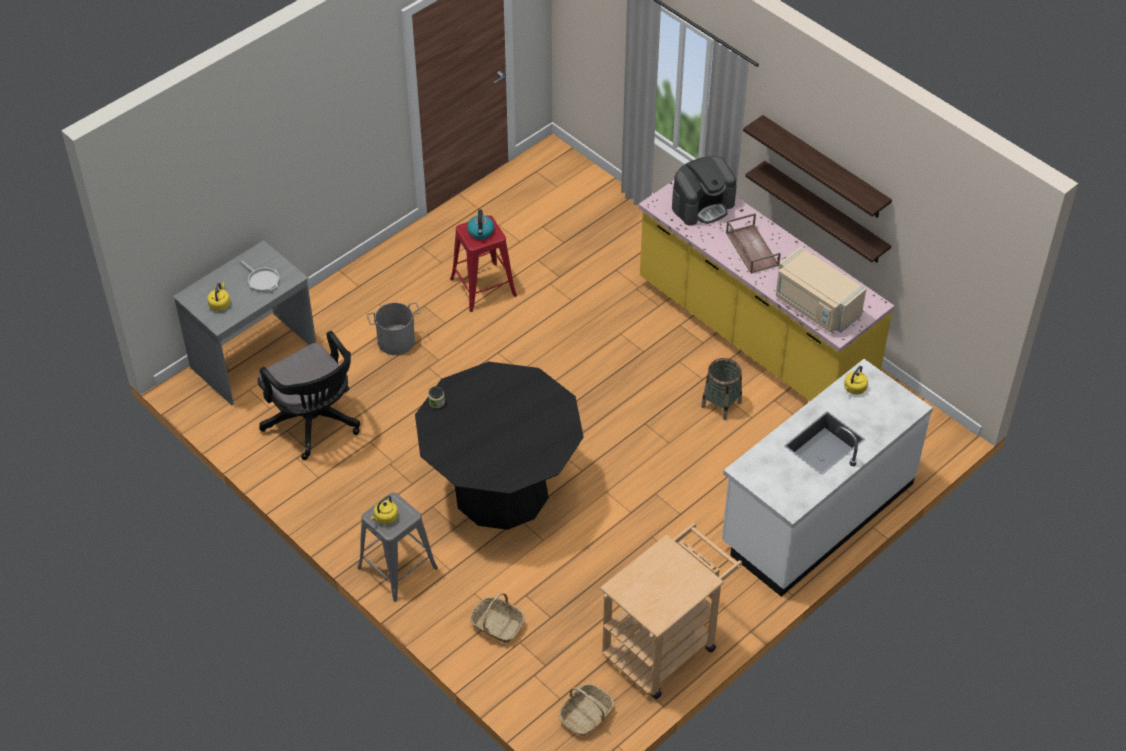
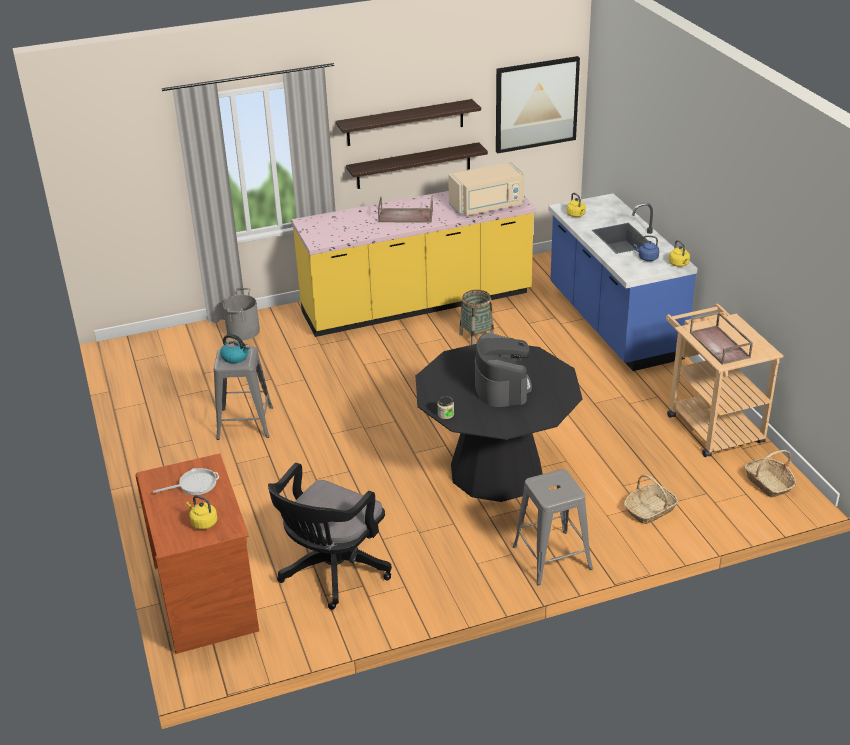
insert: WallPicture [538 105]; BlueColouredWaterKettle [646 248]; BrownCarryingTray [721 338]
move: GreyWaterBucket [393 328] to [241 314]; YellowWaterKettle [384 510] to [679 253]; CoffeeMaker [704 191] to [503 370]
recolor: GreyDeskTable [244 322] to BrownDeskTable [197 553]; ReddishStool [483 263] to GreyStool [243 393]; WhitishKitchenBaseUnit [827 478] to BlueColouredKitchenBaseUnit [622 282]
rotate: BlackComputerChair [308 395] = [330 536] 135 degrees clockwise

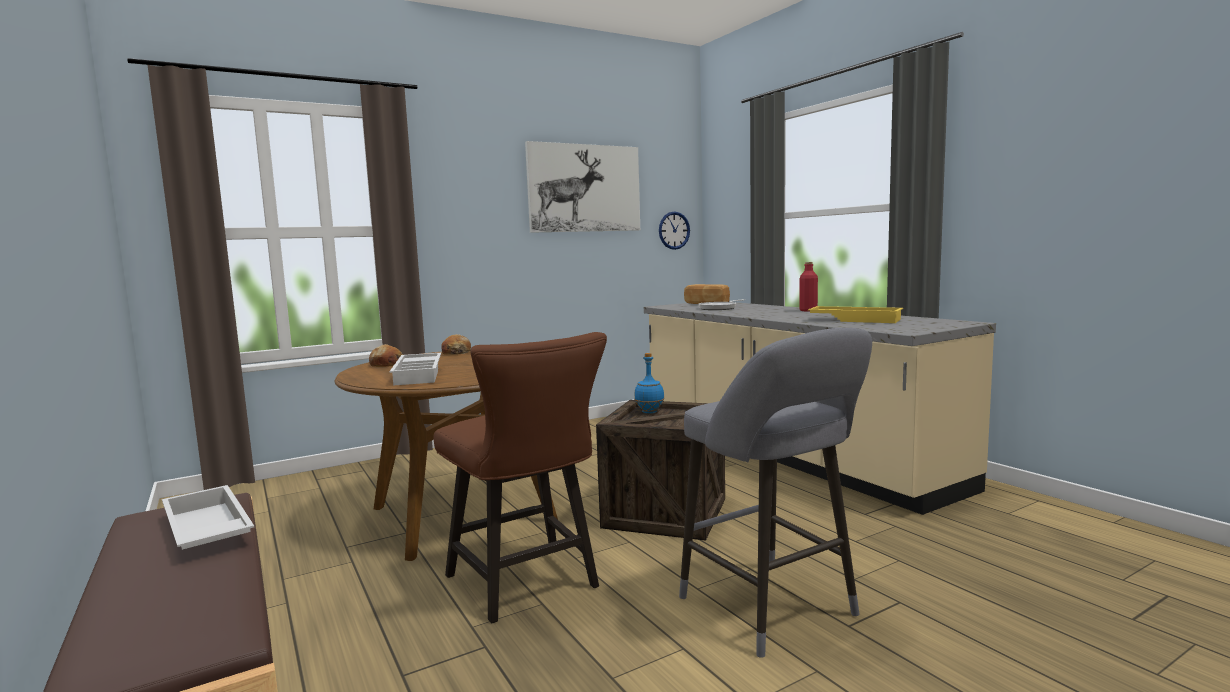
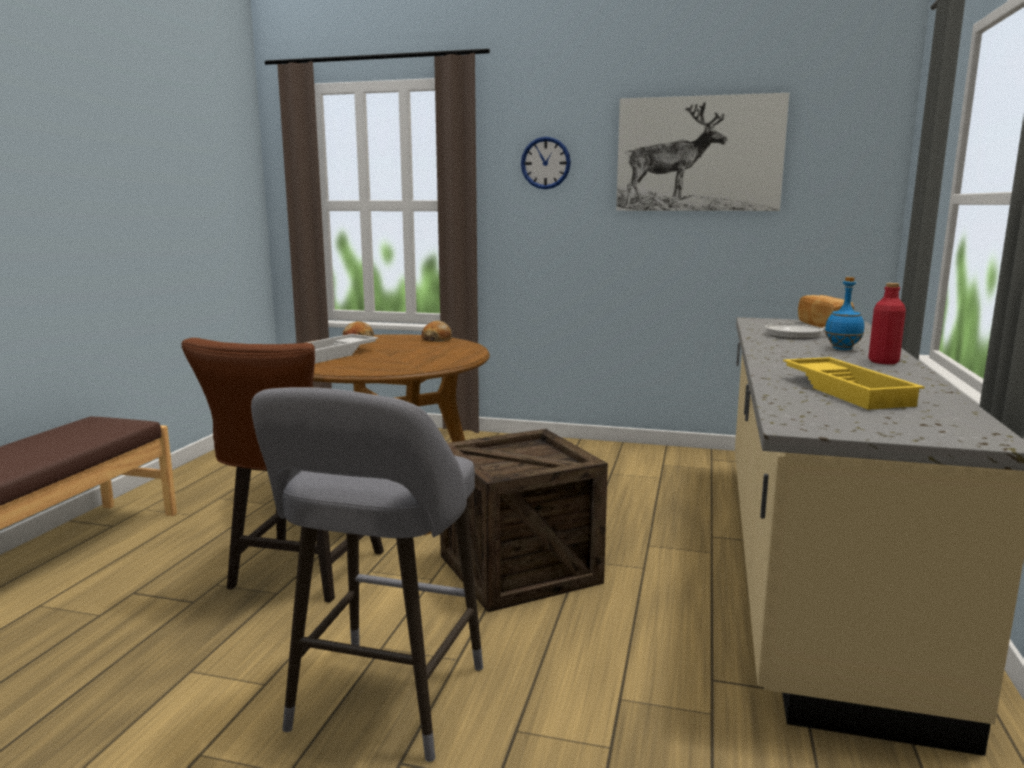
delete: WhitishCarryingTray [208 517]
move: BlueColouredBottle [649 383] to [844 313]; HangingClock [674 230] to [546 163]

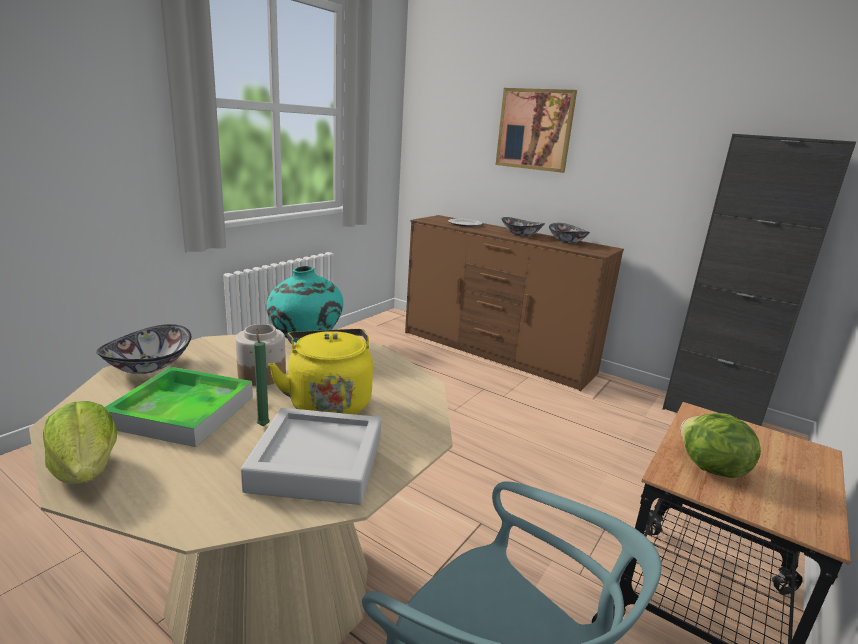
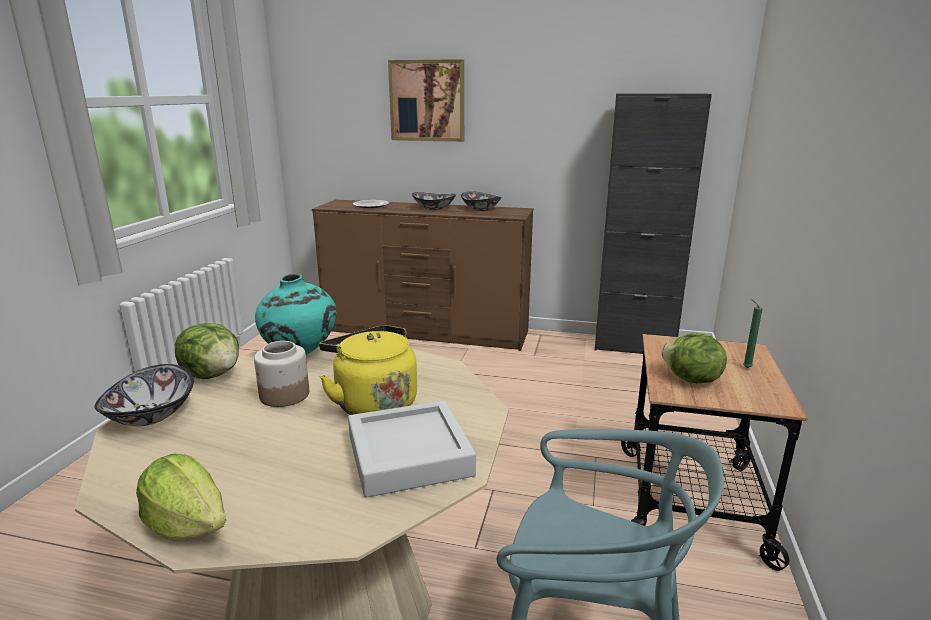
delete: CarryingTray [178 407]
insert: LettuceHead [207 351]
move: GreenColouredWaxCandle [262 378] to [752 333]

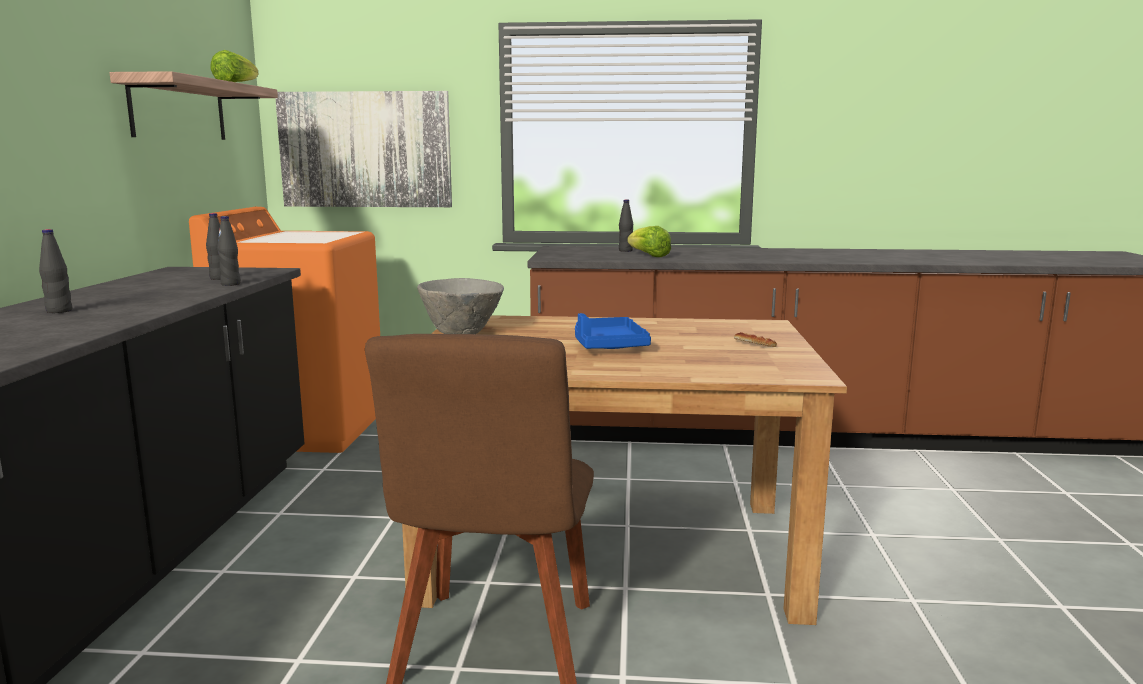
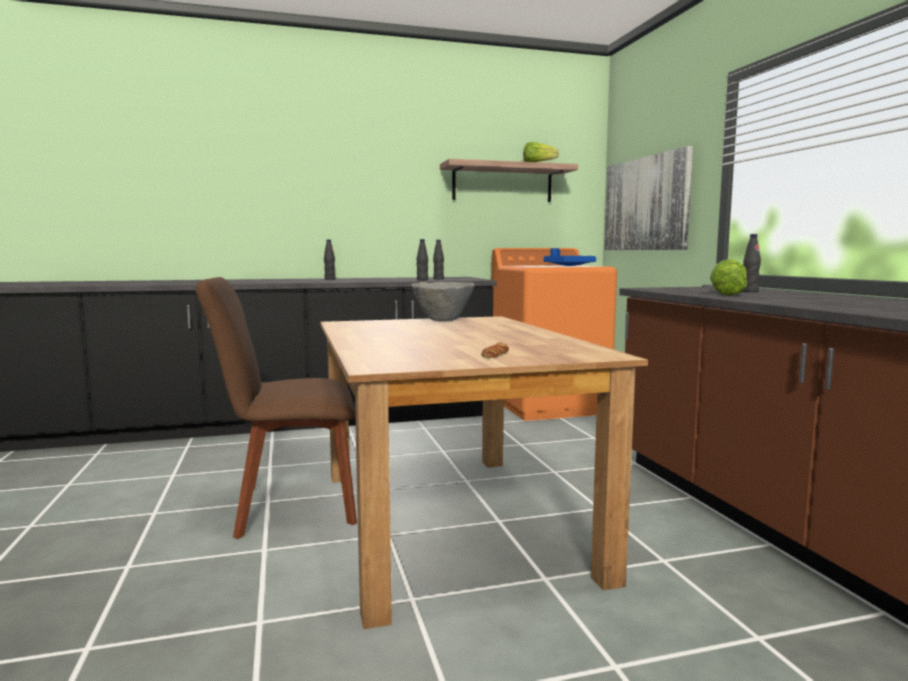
move: BlueColouredCarryingTray [613 331] to [570 257]

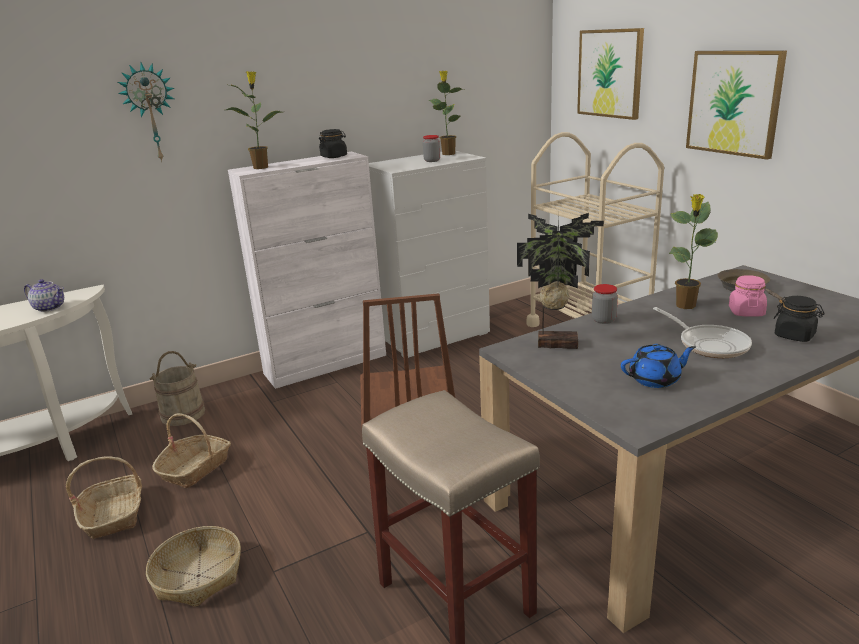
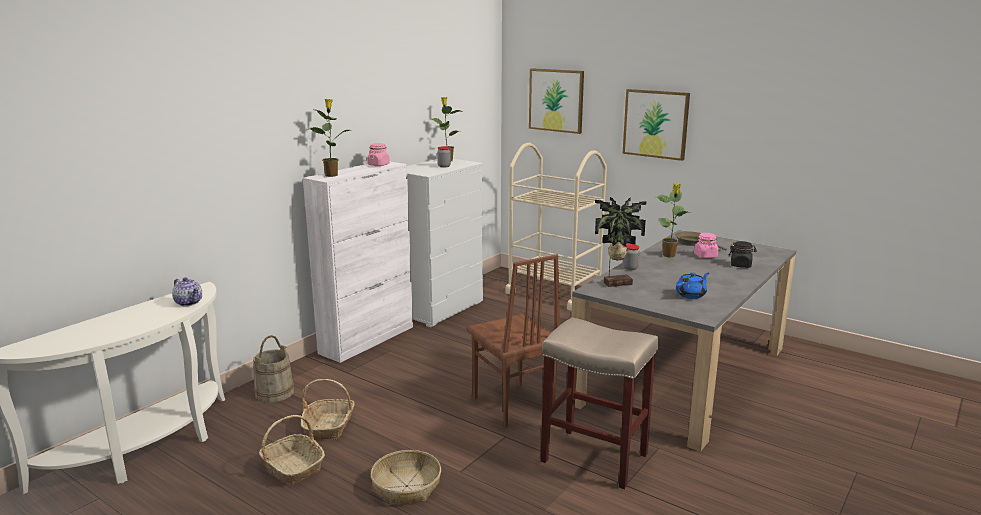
delete: HangingClock [146 112]; FryingPan [702 332]
recolor: BlackPreserveJar [333 143] to PinkPreserveJar [378 154]
rotate: Teapot [44 295] = [187 291] 45 degrees clockwise

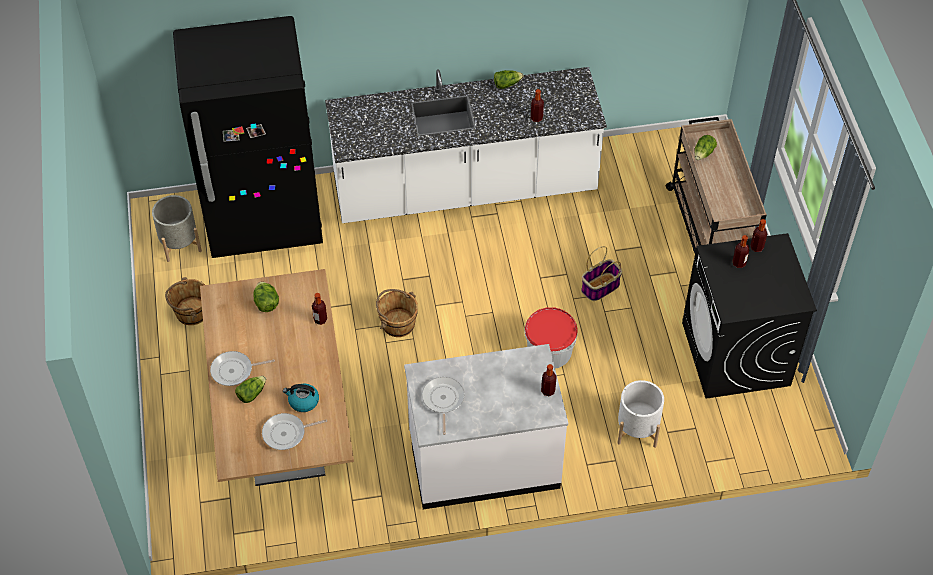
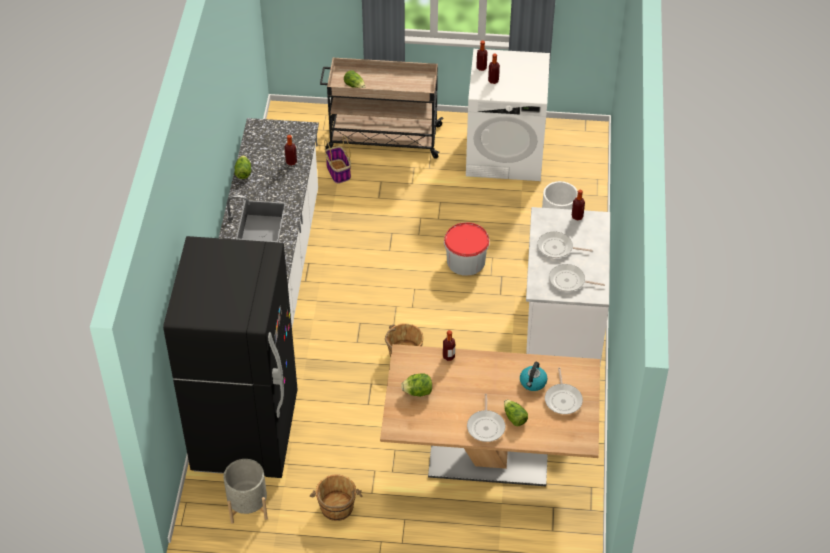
insert: FryingPan [564 244]
move: HouseholdBasket [601 273] to [337 159]
recolor: BlackLaundryMachine [749 316] to WhitishLaundryMachine [508 115]

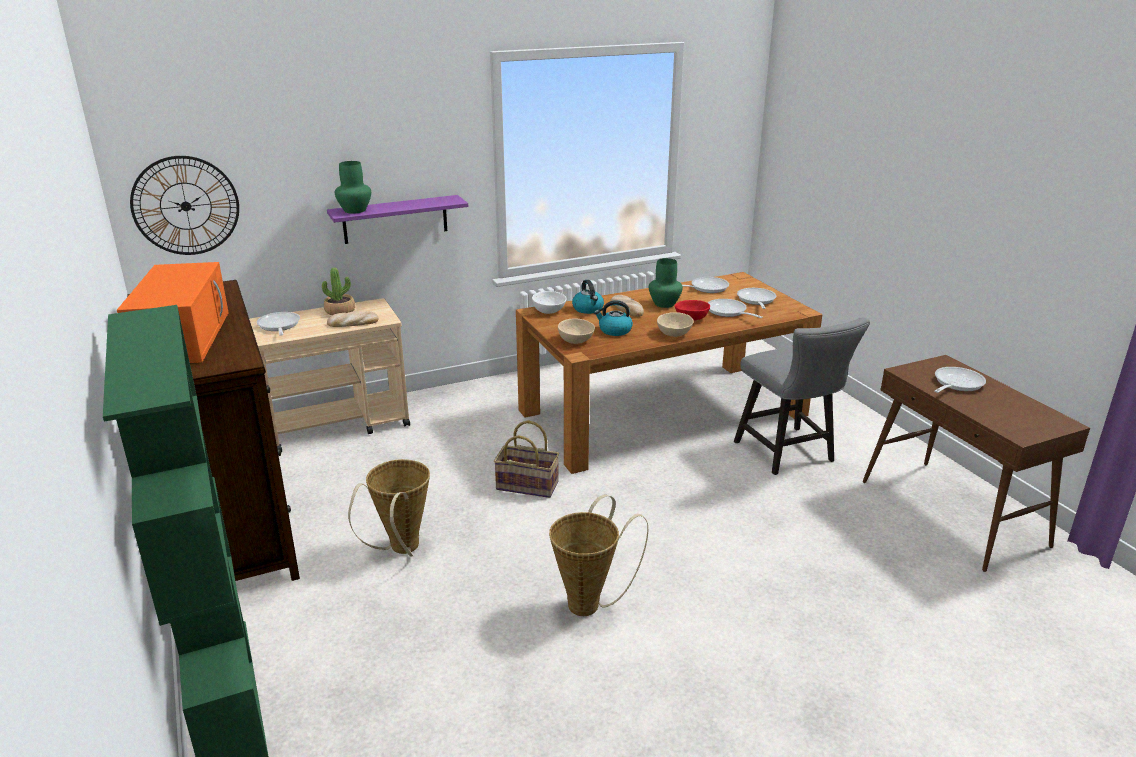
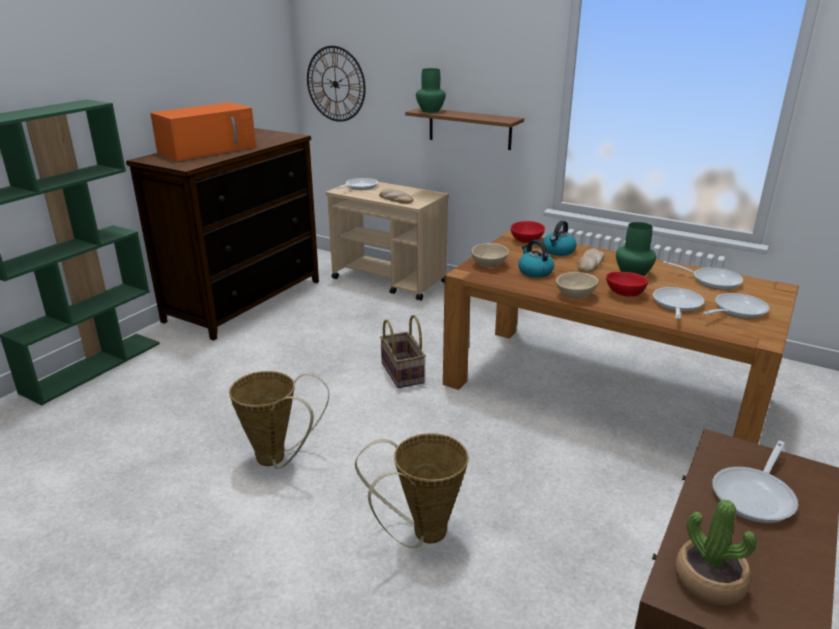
delete: GreyUprightChair [802 396]
move: PottedPlant [338 291] to [716 552]; HouseholdBasket [389 507] to [412 490]
recolor: PurpleShelf [397 219] to BrownShelf [464 129]; WhitishBowl [549 302] to ReddishBowl [528 232]
rotate: FryingPan [960 380] = [755 482] 120 degrees clockwise

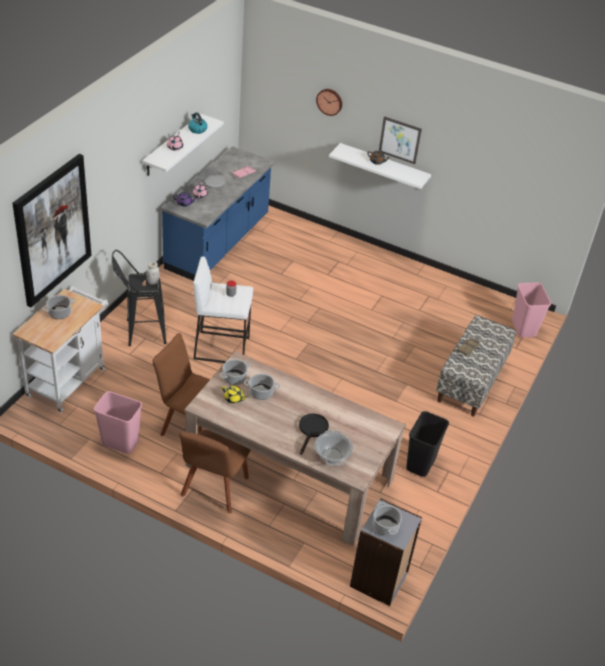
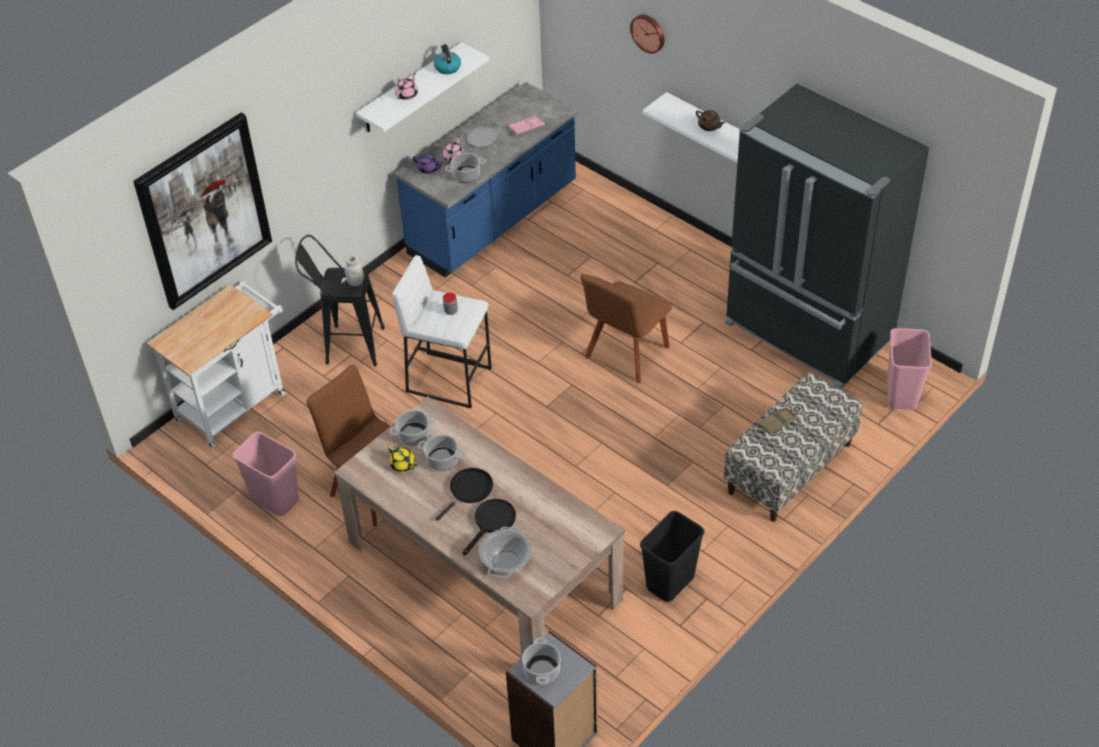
delete: WallPicture [400 140]
insert: BlackFryingPan [464 494]; BlackFridge [827 236]
move: Saucepot [58 307] to [465 168]; BrownUprightChair [215 471] to [626 328]

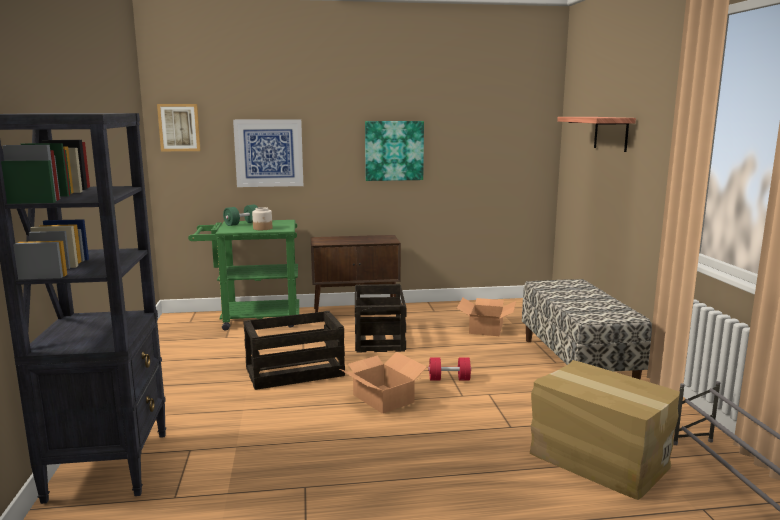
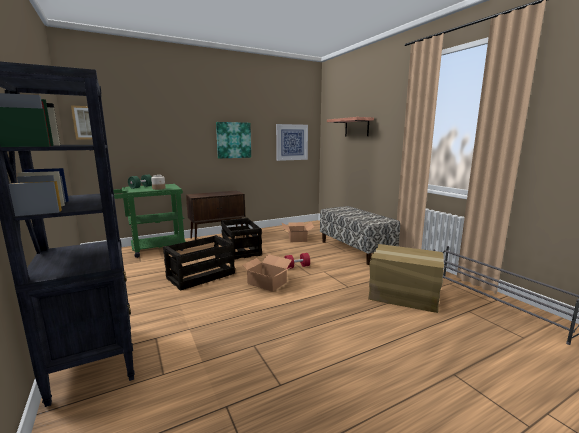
move: WallPicture [268 153] to [292 142]

